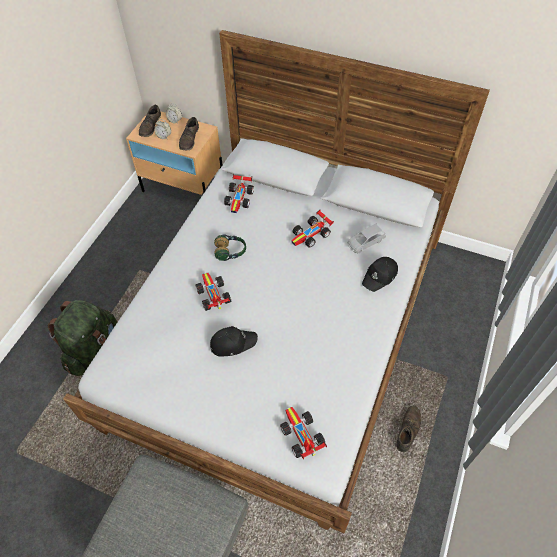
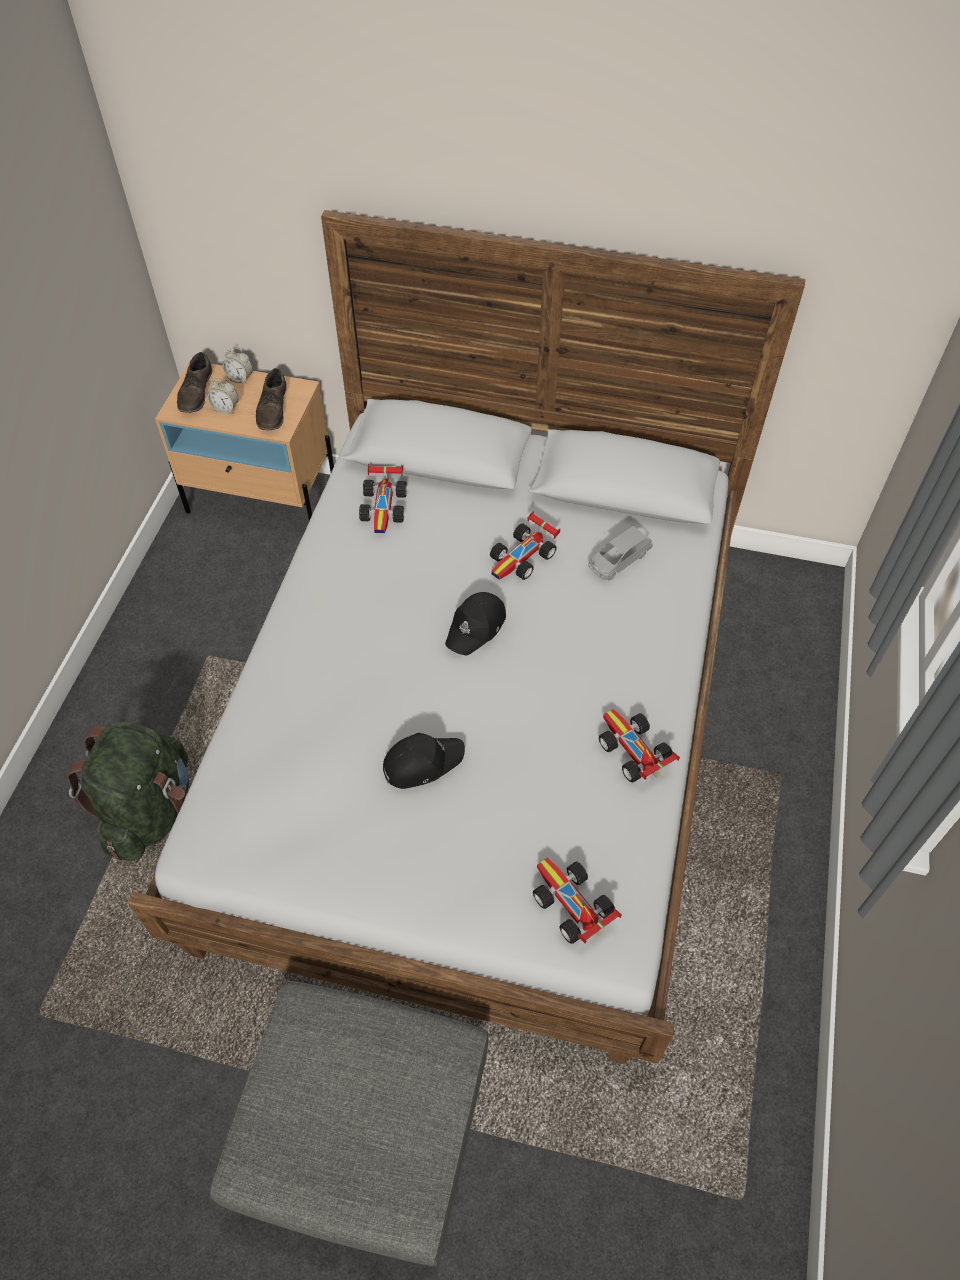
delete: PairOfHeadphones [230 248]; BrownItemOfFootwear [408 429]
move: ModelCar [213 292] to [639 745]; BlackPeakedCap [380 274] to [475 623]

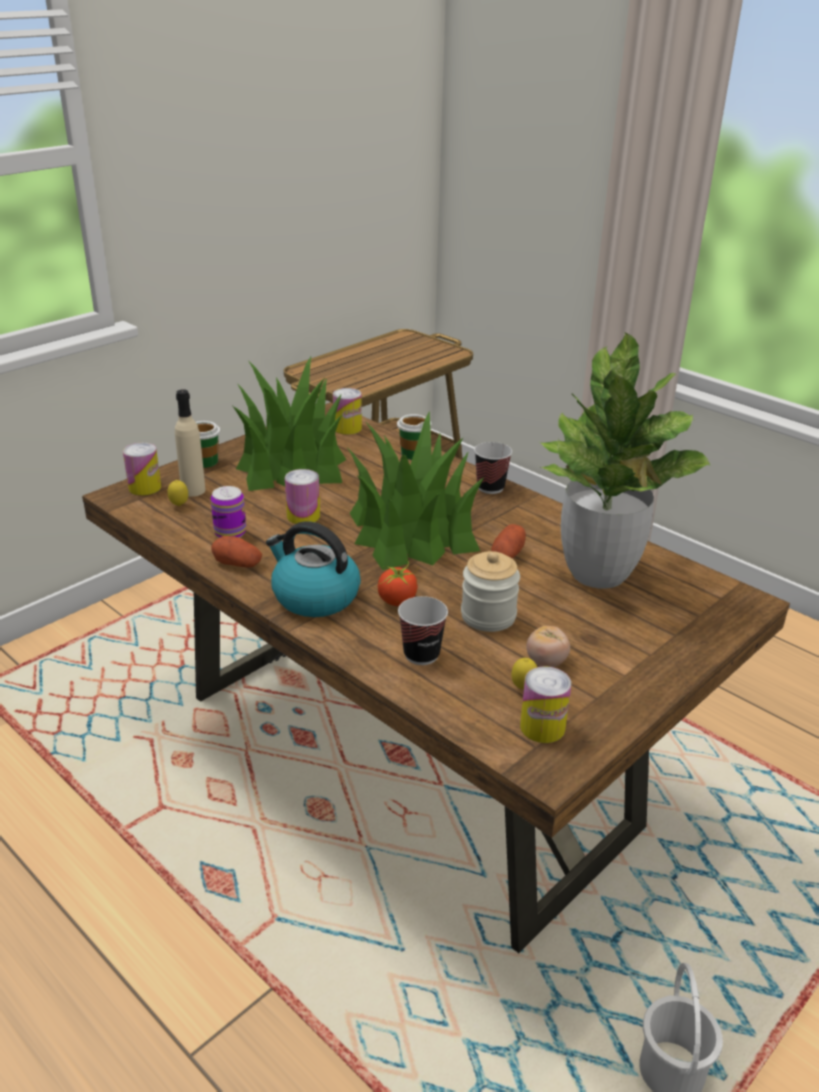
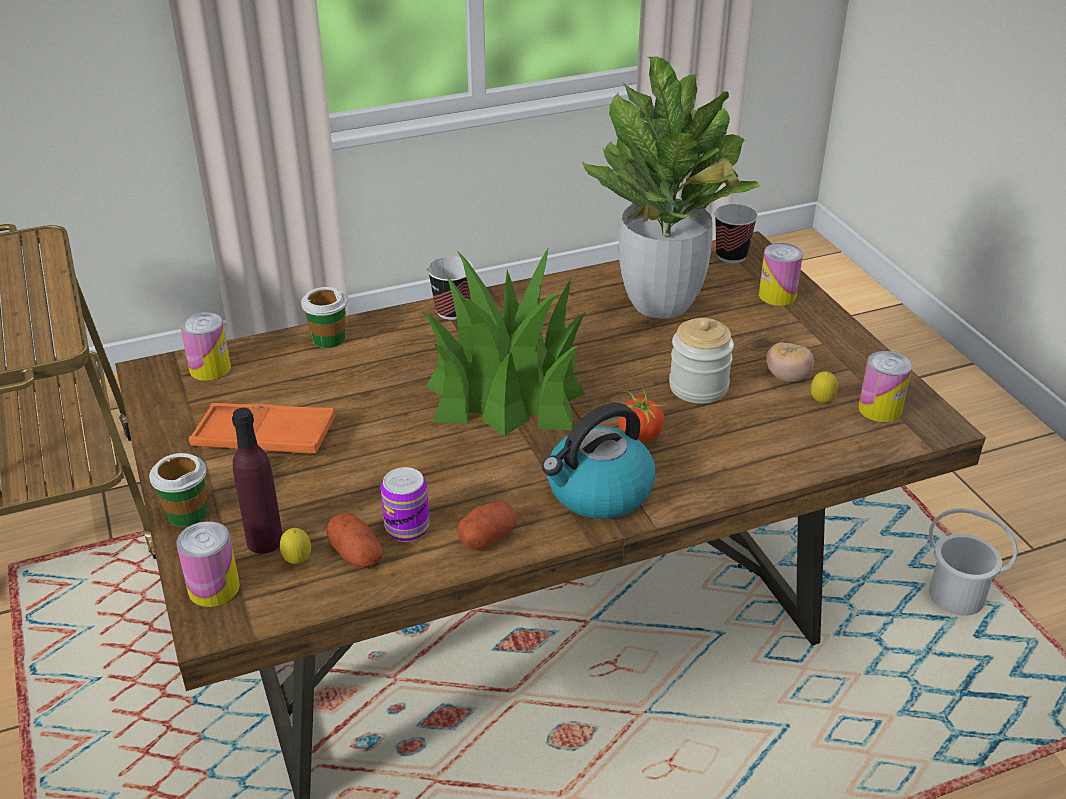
move: MetalCan [302 496] to [781 274]; DrinkingCup [423 630] to [736 233]; Potato [508 541] to [354 540]
replace: PottedPlant [289 424] to OrangeColouredCarryingTray [262 428]
recolor: SandColouredBottle [190 443] to PurpleBottle [257 481]

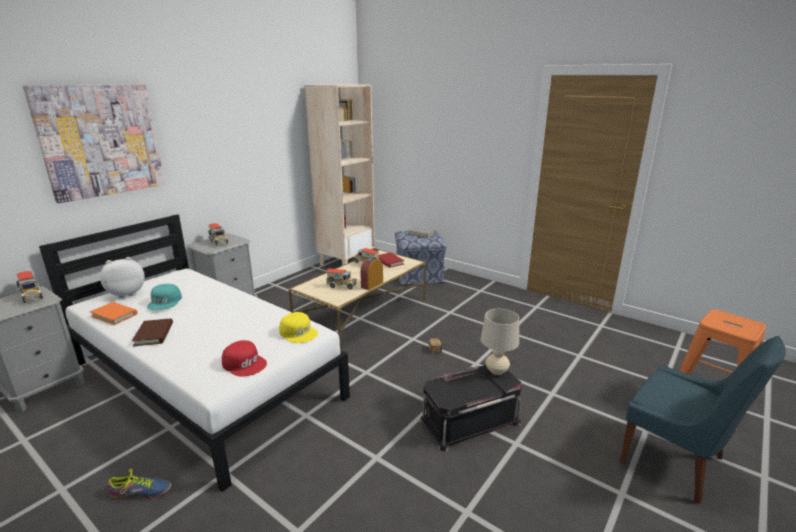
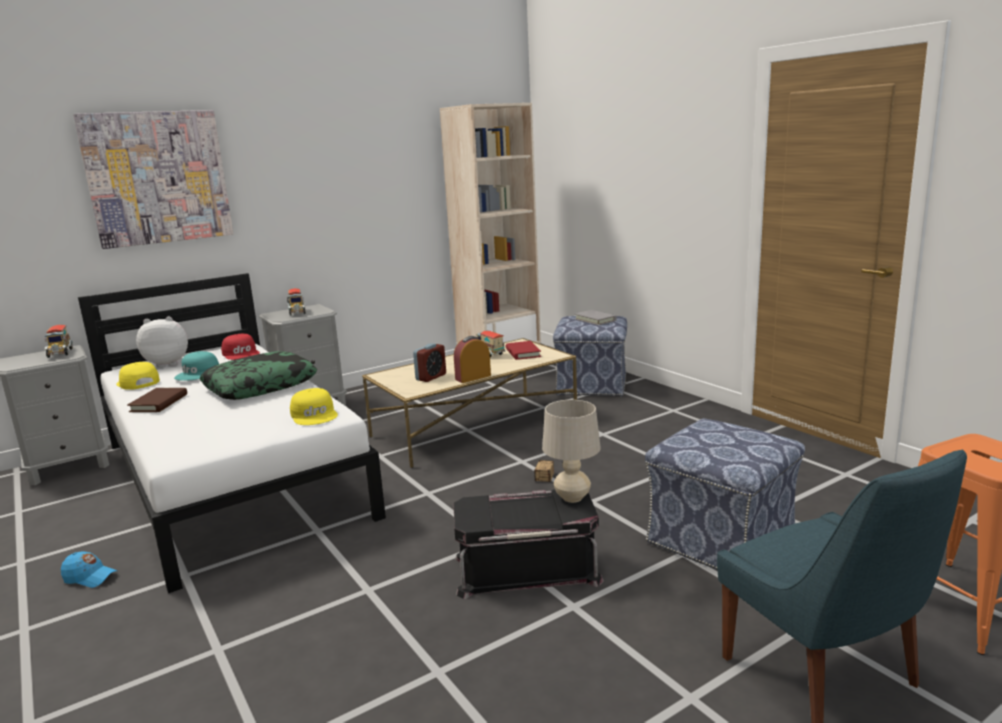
insert: ThrowPillow [258 375]; Footrest [725 494]
move: ReddishPeakedCap [244 358] to [240 347]
replace: OrangeColouredBoundBook [113 313] to YellowPeakedCap [138 376]; ItemOfFootwear [139 483] to BlueColouredPeakedCap [89 569]; ToyLorry [341 279] to BedsideClock [429 362]

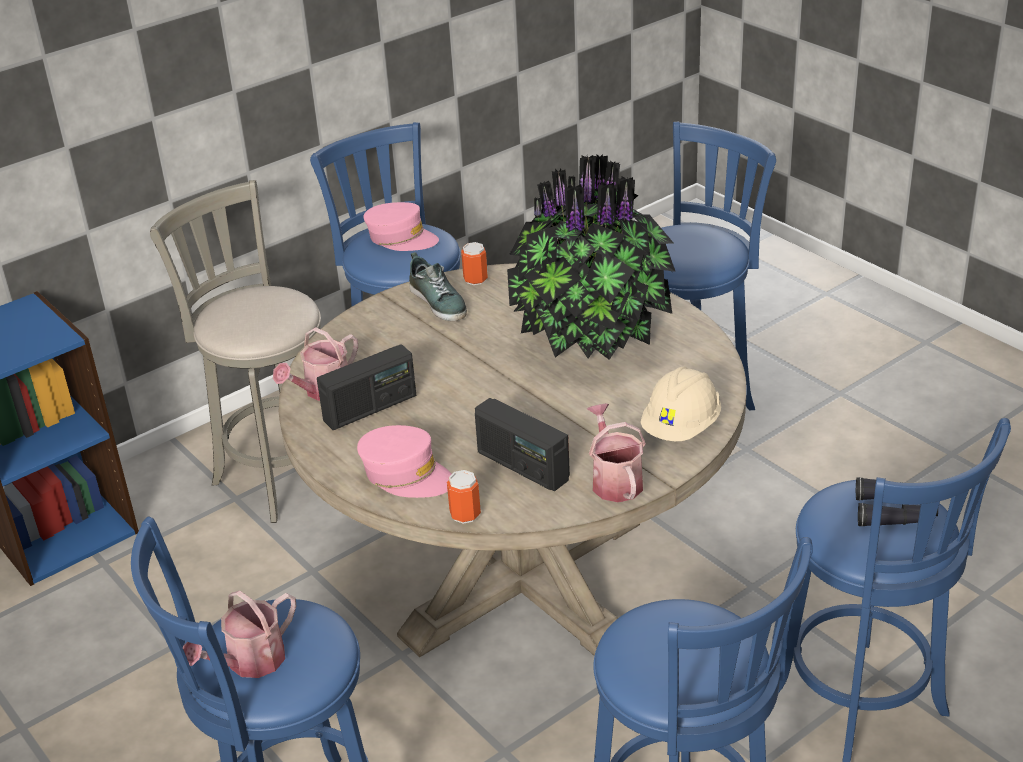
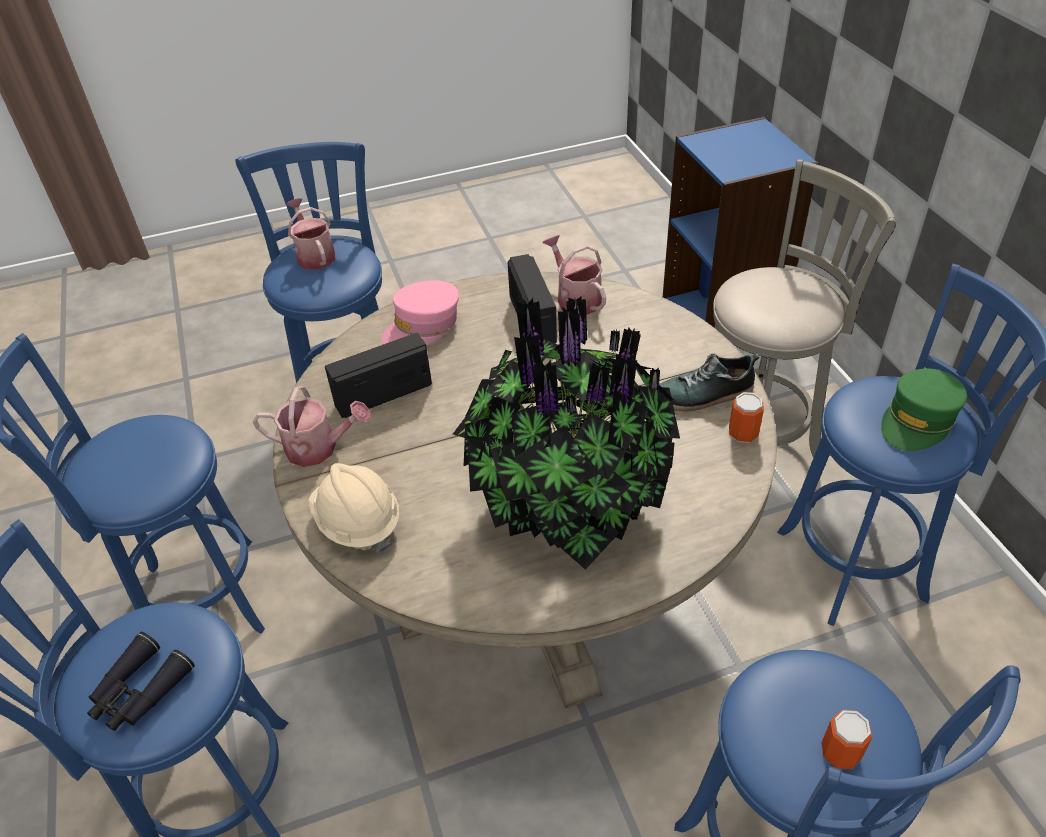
move: MetalCan [464 497] to [846 739]
recolor: PinkPeakedCap [401 226] to GreenColouredPeakedCap [924 410]

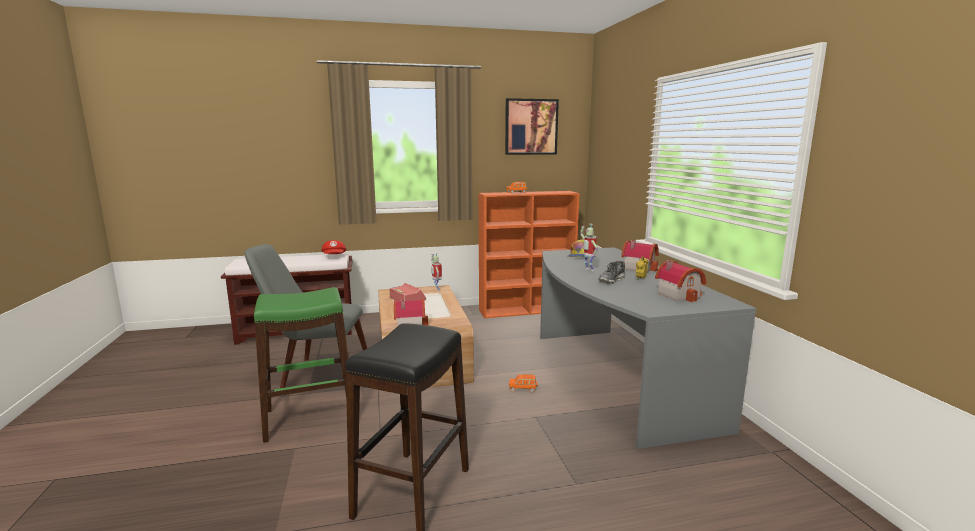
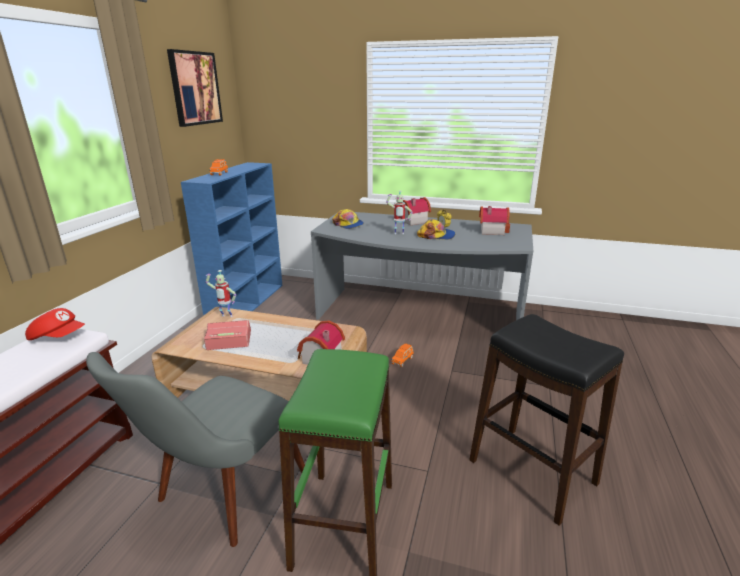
replace: ItemOfFootwear [612 272] to PeakedCap [436 229]
recolor: OrangeColouredShelvingUnit [529 254] to BlueColouredShelvingUnit [231 239]

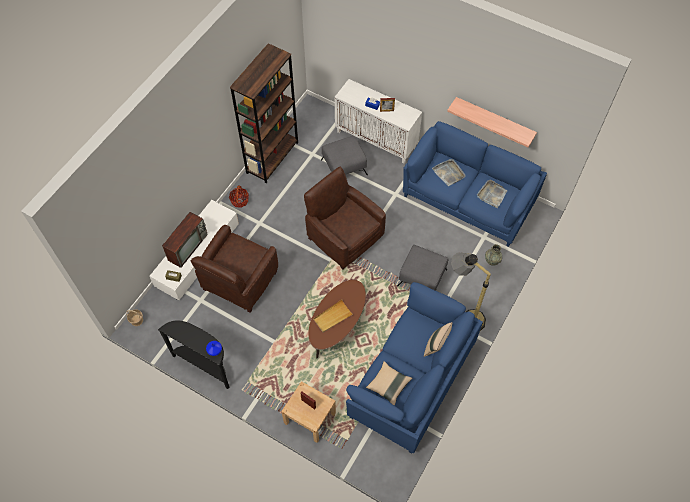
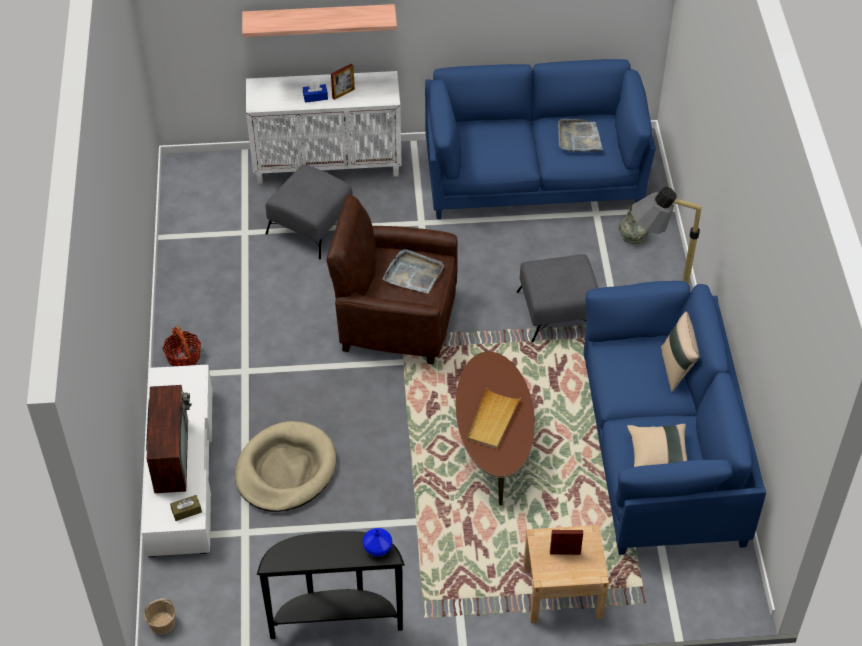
delete: BrownShelvingUnit [264 113]
move: GreyCarryingTray [448 172] to [413 271]; Shelf [492 122] to [319 20]
replace: BrownEasyChair [234 269] to SandColouredDogCushion [285 466]

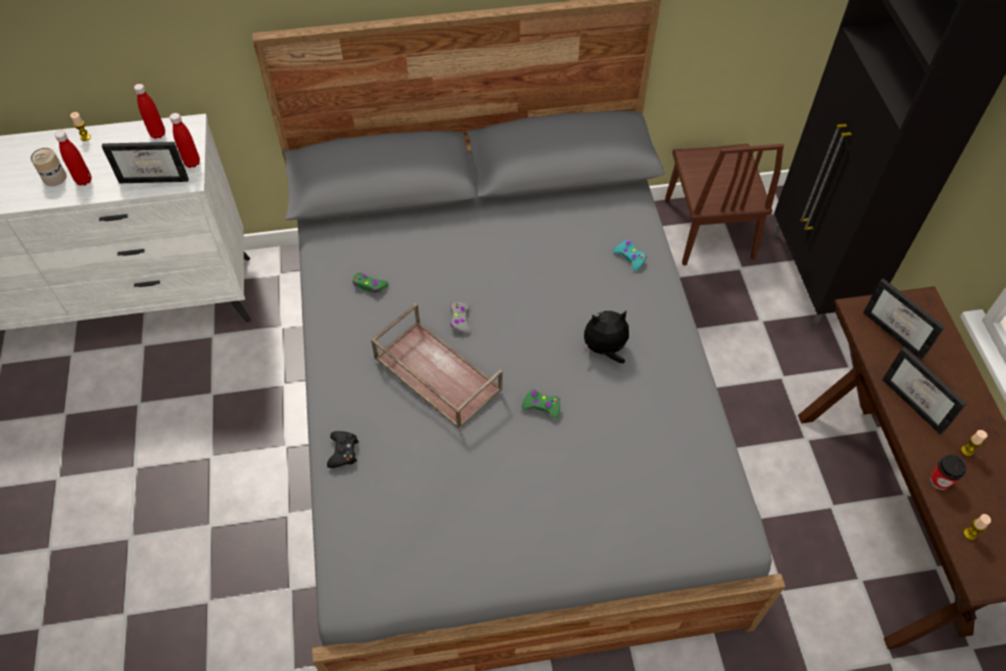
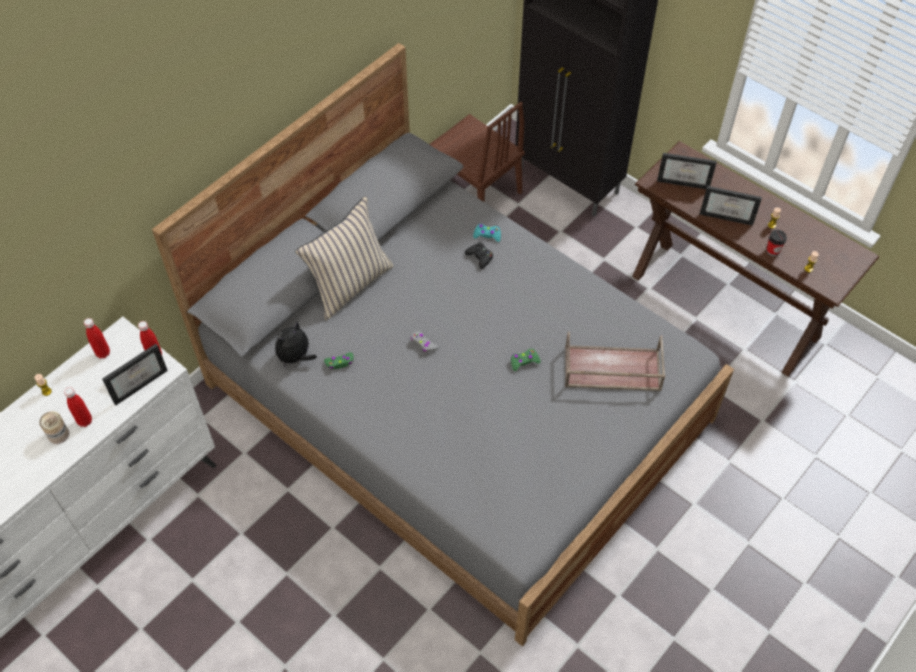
insert: SandColouredThrowPillow [344 258]
move: BlackGamepad [343 449] to [479 255]; BrownCarryingTray [437 366] to [615 361]; SoftToy [606 336] to [296 344]

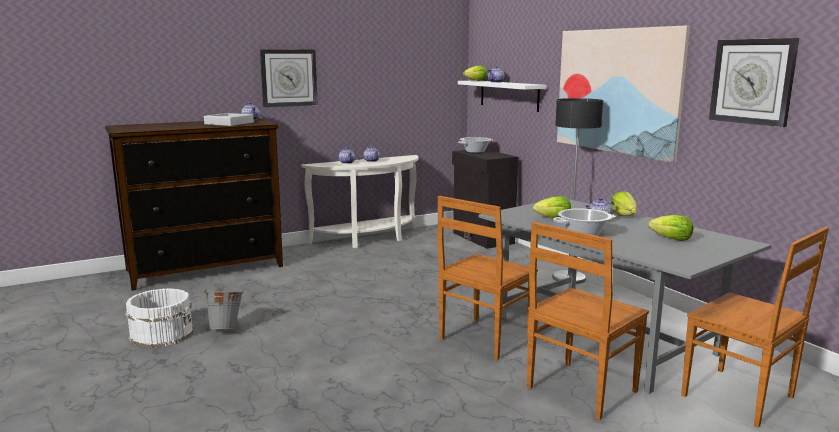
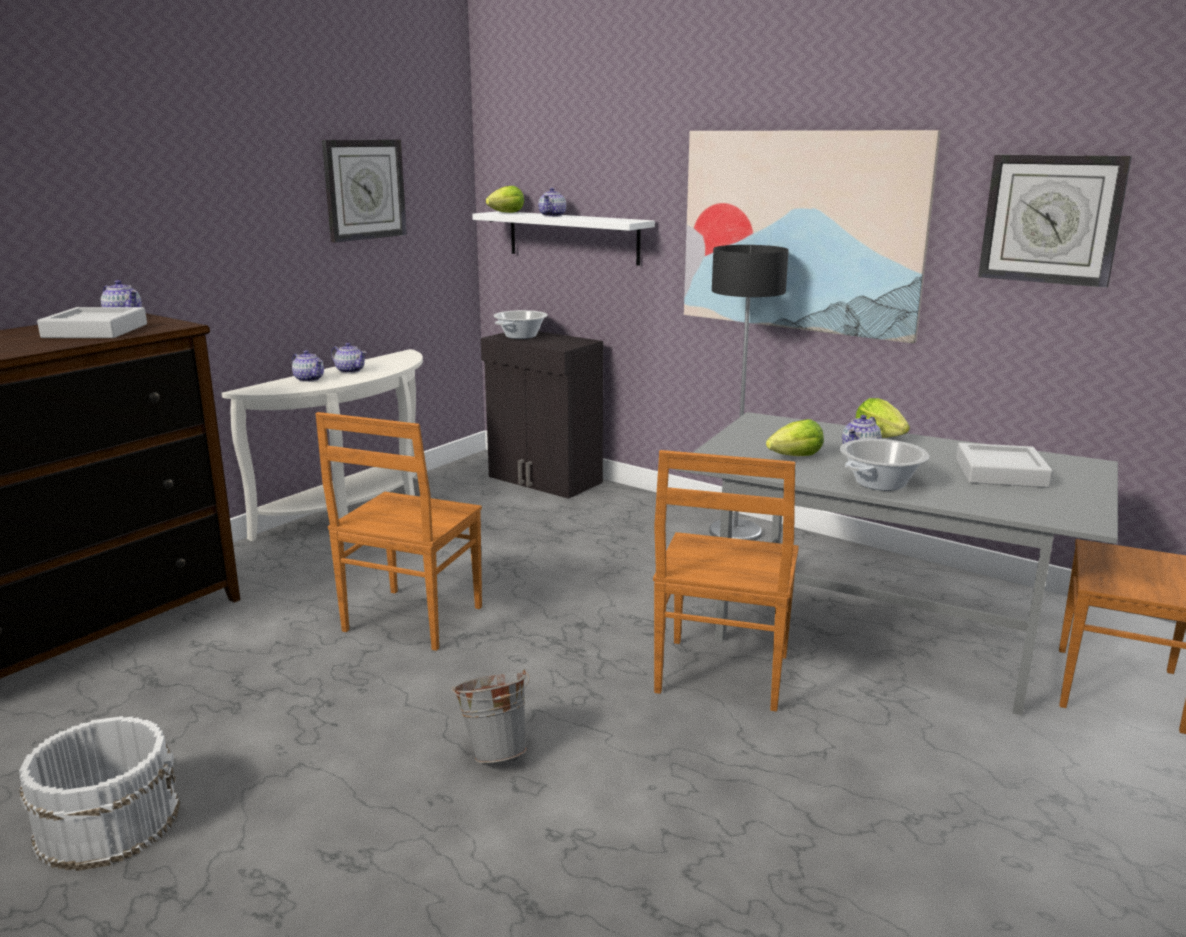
move: GreyWaterBucket [223 309] to [490 715]; HangingClock [289 78] to [364 191]; BrownUprightChair [588 321] to [398 531]
replace: LettuceHead [671 228] to GreyCarryingTray [1004 465]

